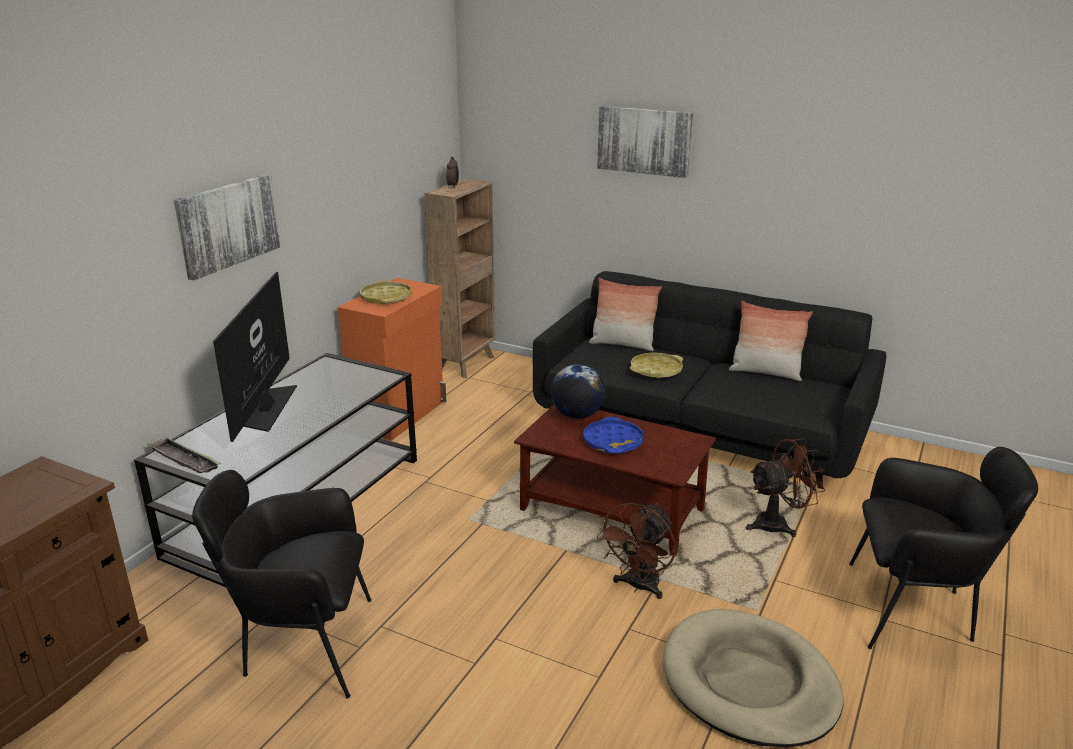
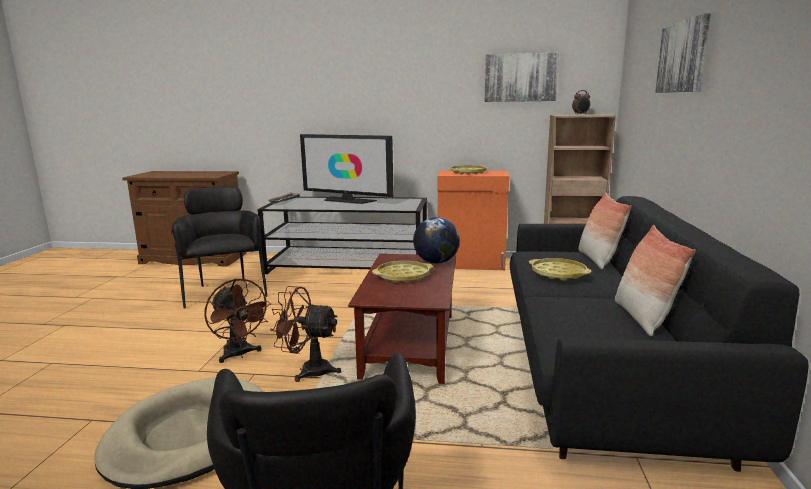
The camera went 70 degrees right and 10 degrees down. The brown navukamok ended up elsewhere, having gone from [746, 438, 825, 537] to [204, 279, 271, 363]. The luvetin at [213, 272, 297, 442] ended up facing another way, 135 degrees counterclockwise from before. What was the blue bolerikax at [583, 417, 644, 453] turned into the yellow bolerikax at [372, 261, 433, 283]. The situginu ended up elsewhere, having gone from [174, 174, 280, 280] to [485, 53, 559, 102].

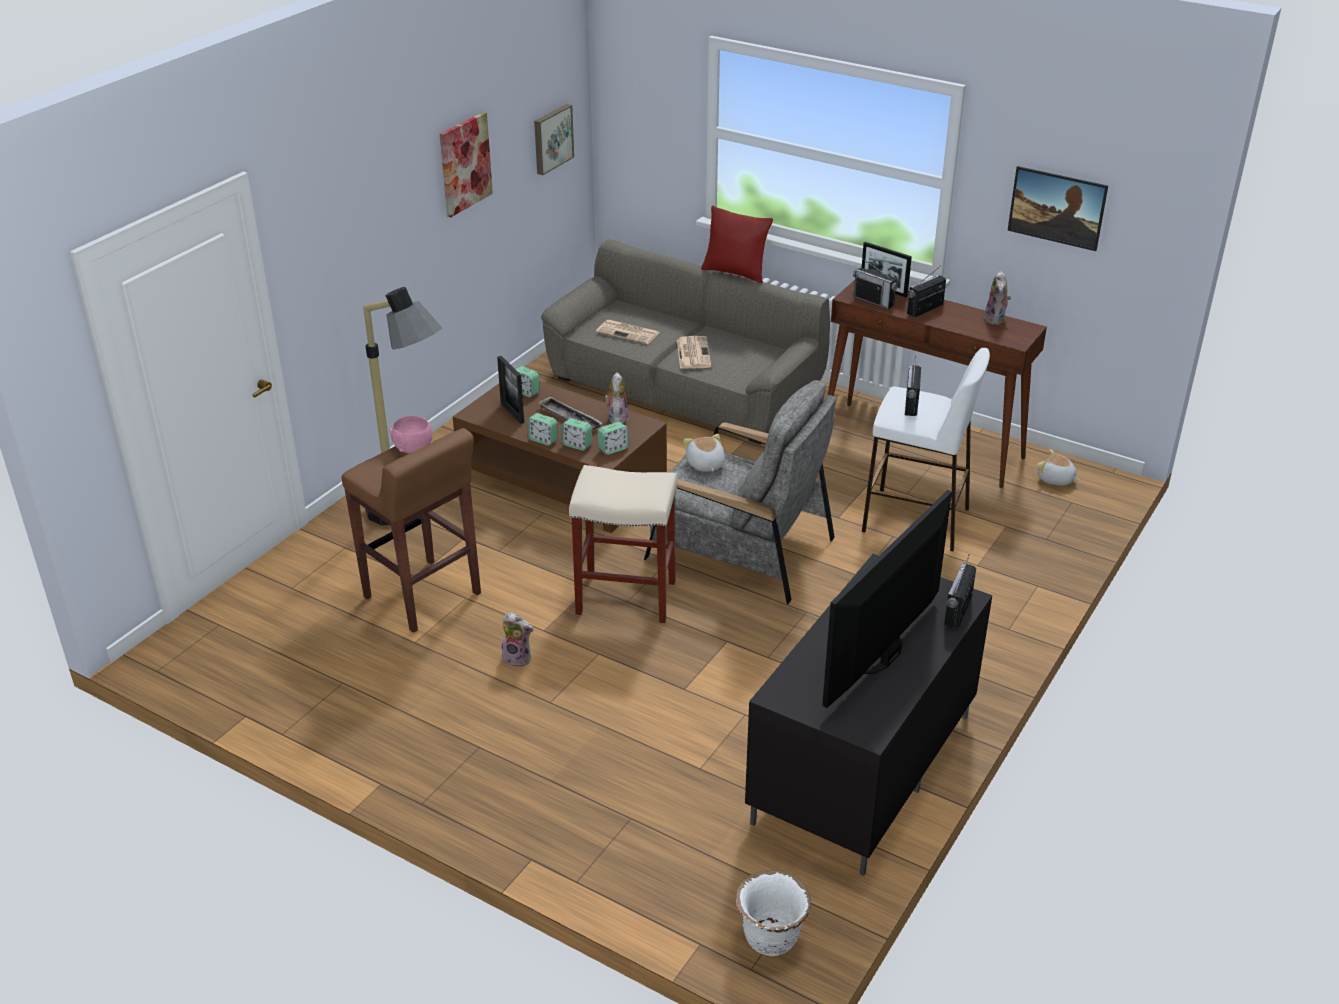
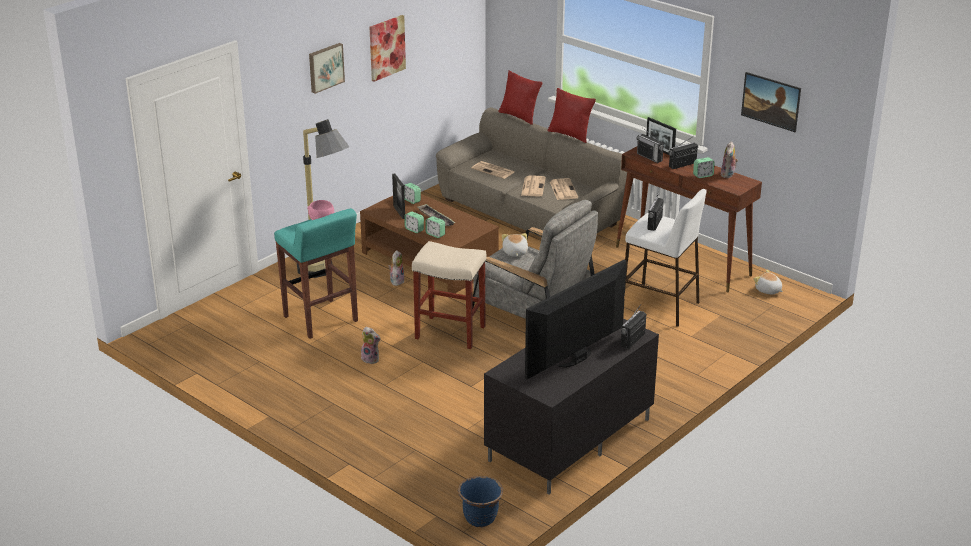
The camera went 10 degrees right and 5 degrees down. What was the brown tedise at [342, 428, 481, 633] turned into the turquoise tedise at [274, 208, 358, 339]. The situginu ended up elsewhere, having gone from [534, 104, 574, 175] to [309, 43, 345, 94]. The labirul ended up elsewhere, having gone from [605, 372, 628, 424] to [388, 250, 405, 286]. What was the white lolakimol at [736, 870, 811, 957] turned into the blue lolakimol at [458, 476, 503, 527]. The second view gained the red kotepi at [499, 71, 543, 125]. The second view gained the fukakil at [550, 178, 578, 200]. The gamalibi ended up elsewhere, having gone from [598, 422, 629, 455] to [693, 157, 715, 178].

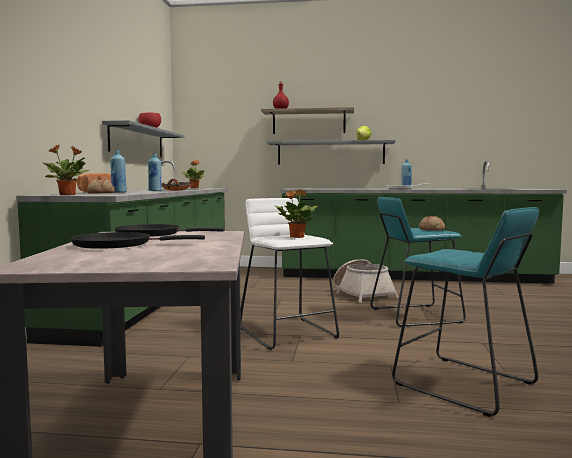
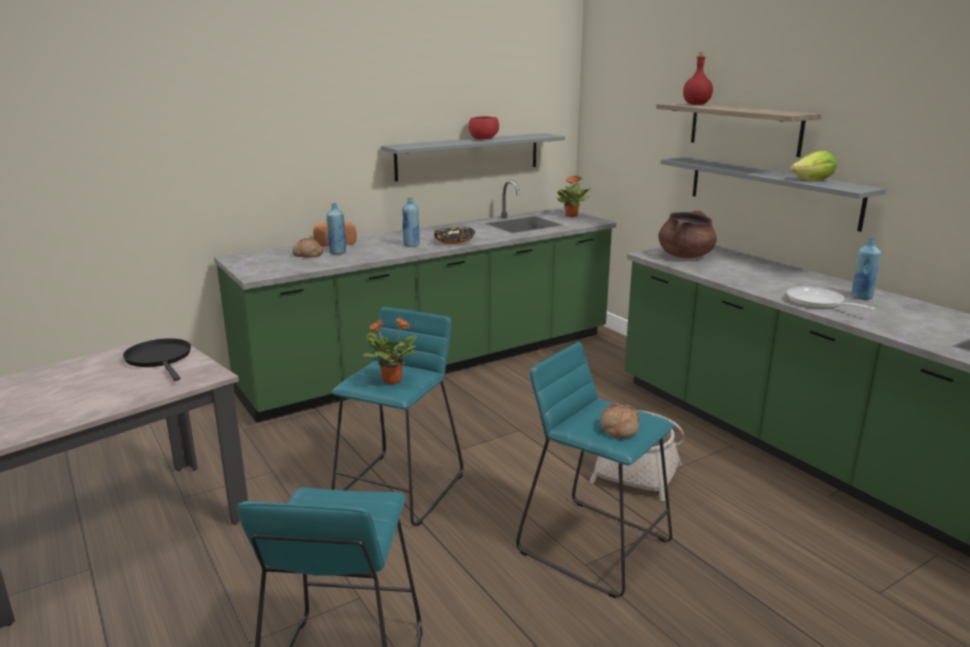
The camera went 50 degrees right and 15 degrees up. What was the white tedise at [241, 198, 339, 350] turned into the turquoise tedise at [331, 307, 464, 526]. The second view gained the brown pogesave at [658, 211, 717, 258]. The second view lost the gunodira at [43, 145, 89, 195]. The second view lost the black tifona at [71, 232, 205, 249].

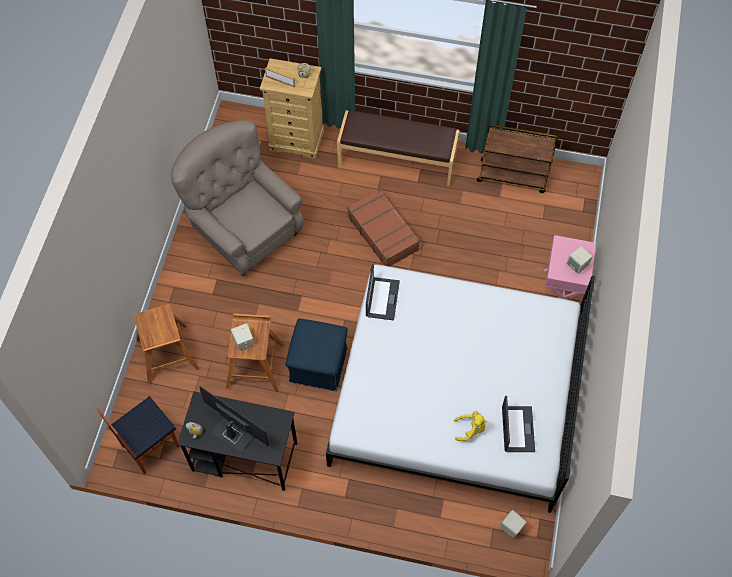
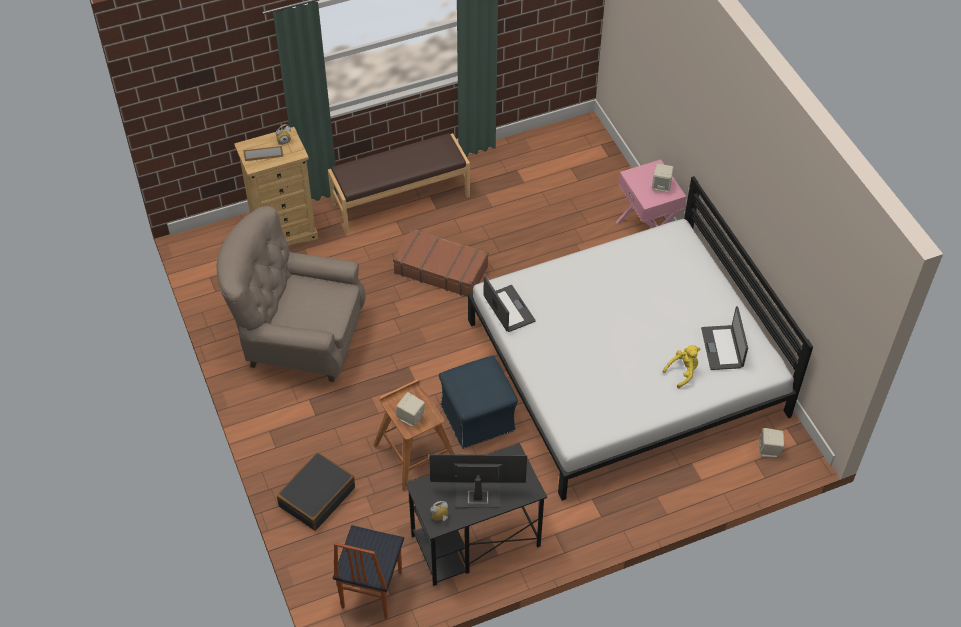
The camera went 35 degrees left and 10 degrees down. Where the brown tedise stood at [134, 304, 199, 385], the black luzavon came to stand at [277, 452, 355, 531]. The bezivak at [502, 396, 535, 452] ended up facing another way, 150 degrees counterclockwise from before. The second view lost the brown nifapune at [477, 124, 558, 193].

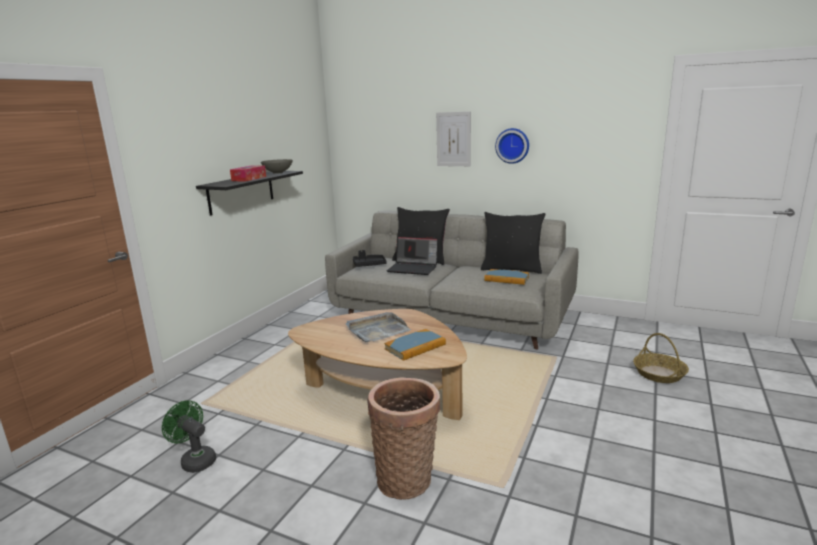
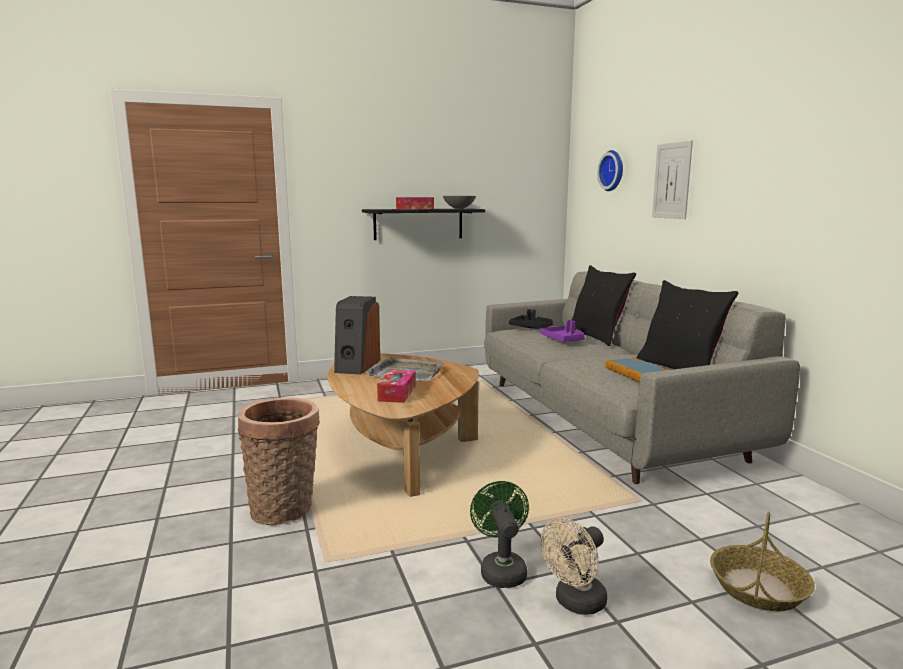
The camera went 45 degrees right and 5 degrees down. The second view gained the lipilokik at [334, 296, 380, 375]. Where the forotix stood at [384, 329, 446, 361], the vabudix came to stand at [377, 370, 415, 403]. The green navukamok ended up elsewhere, having gone from [162, 400, 216, 473] to [470, 481, 529, 588]. Where the bezivak stood at [387, 236, 438, 275], the purple bolerikax came to stand at [540, 320, 585, 342]. The second view gained the beige navukamok at [540, 518, 607, 615]. The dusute ended up elsewhere, having gone from [495, 128, 529, 164] to [597, 150, 623, 191].

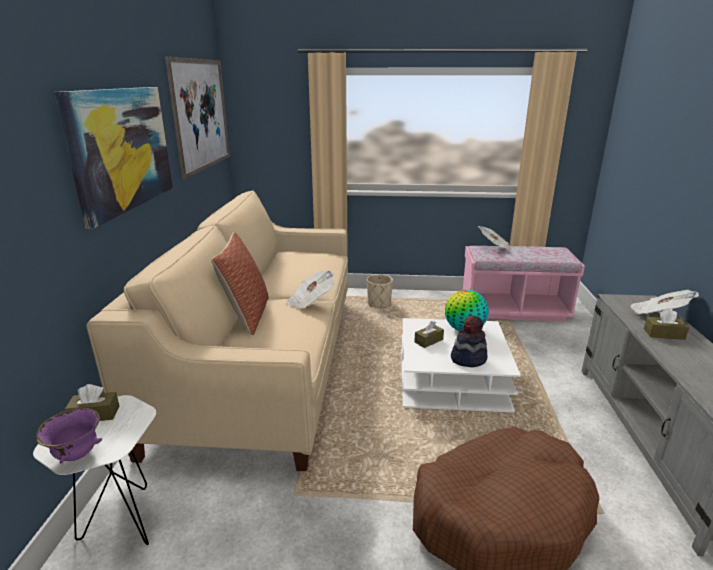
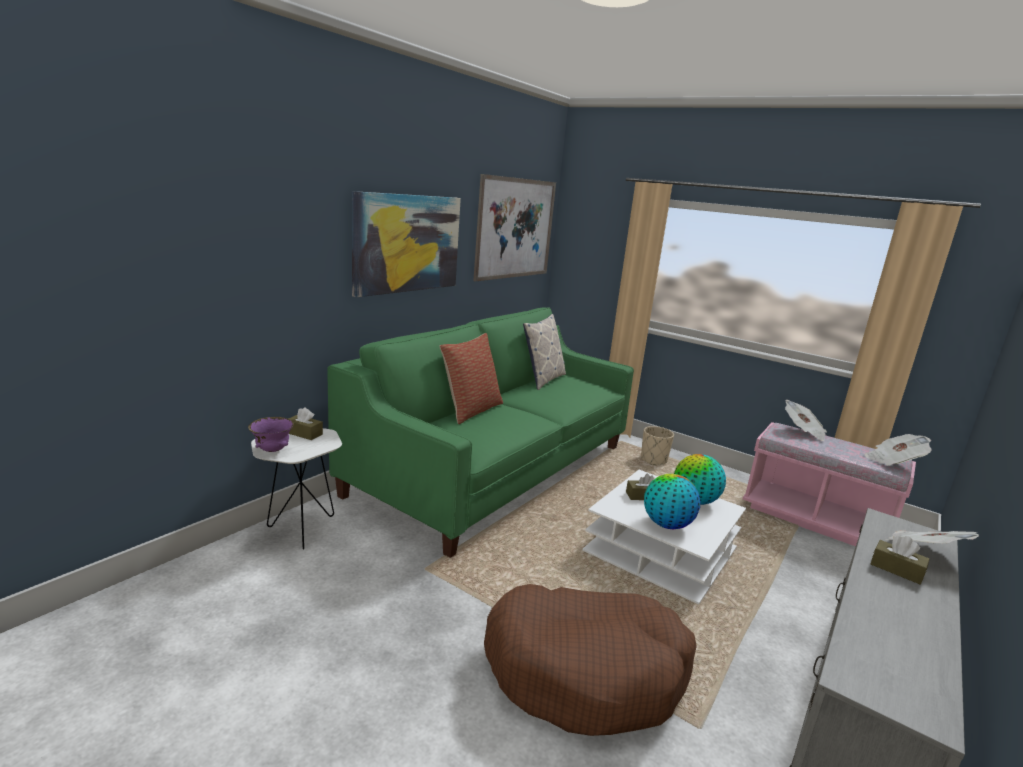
The camera went 30 degrees right and 5 degrees down. What was the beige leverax at [86, 190, 348, 471] turned into the green leverax at [327, 307, 634, 558]. The second view gained the kotepi at [523, 314, 566, 390]. Where the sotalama stood at [451, 316, 488, 367], the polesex came to stand at [644, 474, 701, 529]. The fukakil ended up elsewhere, having gone from [286, 270, 335, 309] to [865, 434, 932, 466].

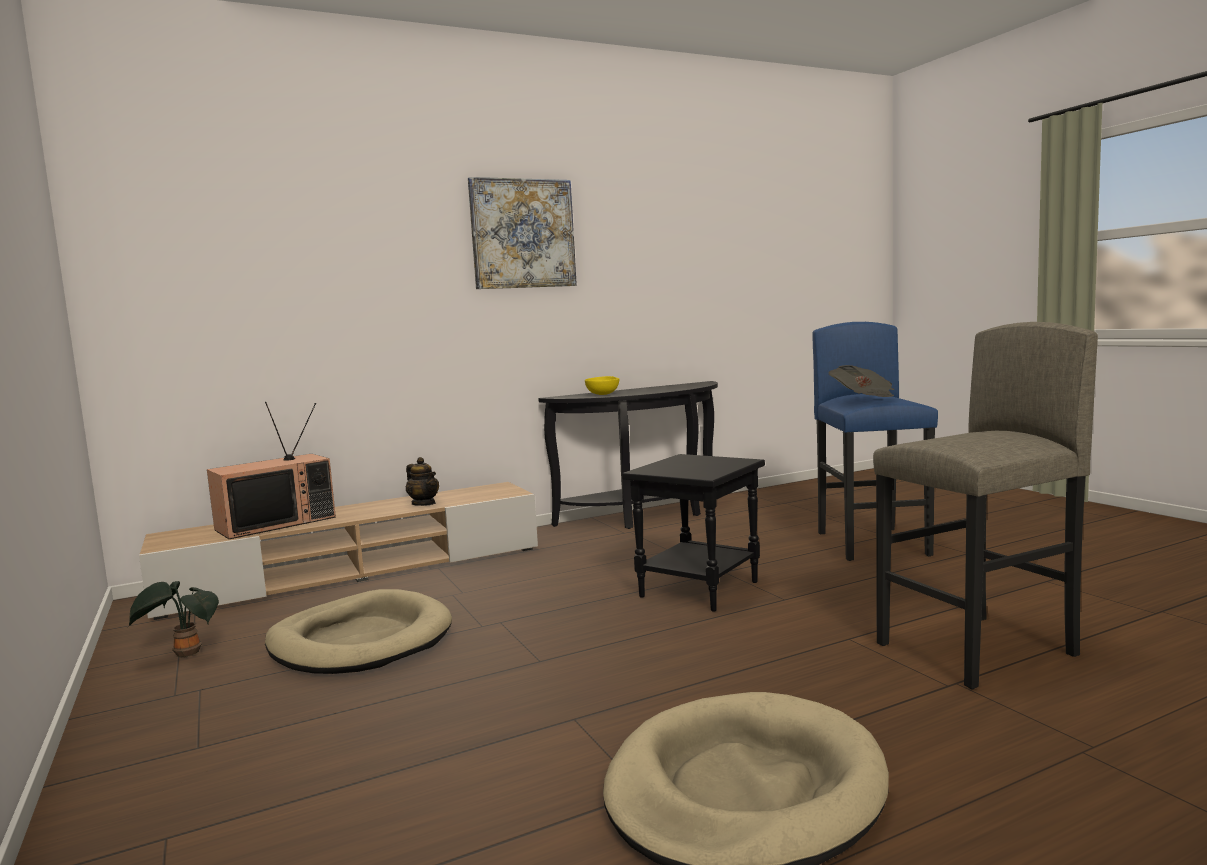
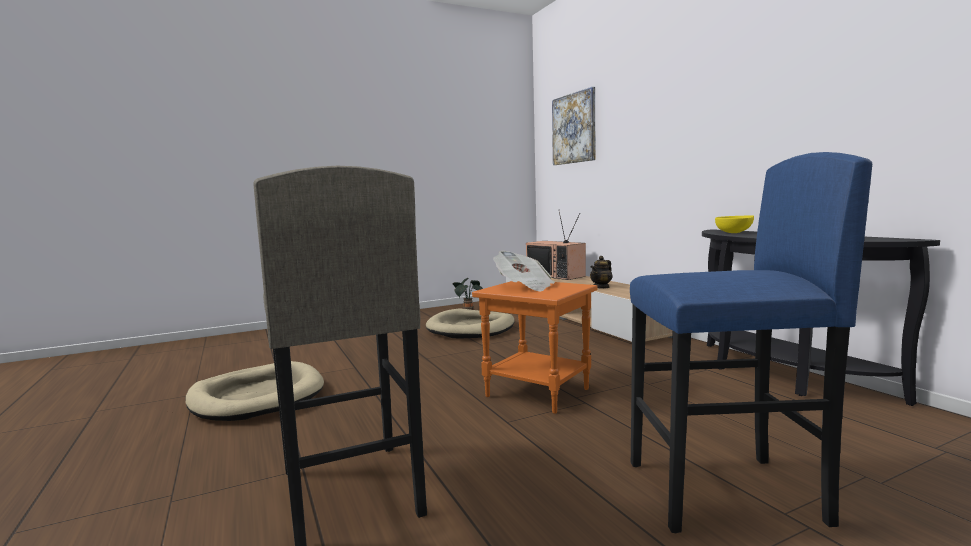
The camera went 90 degrees right and 0 degrees up. What was the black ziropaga at [622, 454, 765, 612] turned into the orange ziropaga at [472, 281, 597, 414]. The fukakil ended up elsewhere, having gone from [829, 365, 895, 397] to [493, 251, 555, 292]. The situginu ended up elsewhere, having gone from [468, 177, 577, 289] to [552, 87, 595, 165].

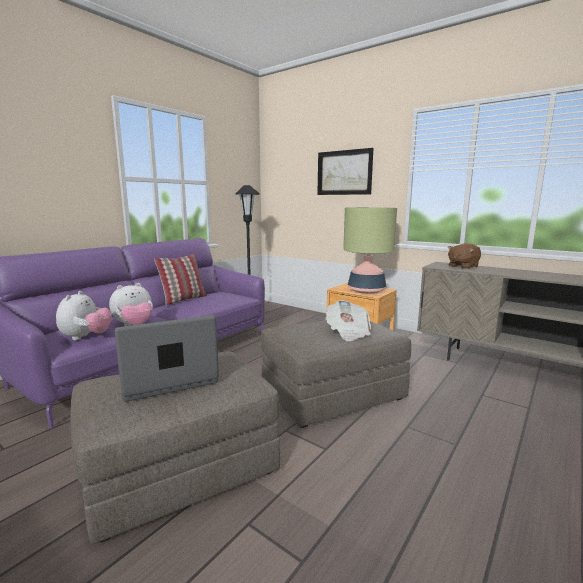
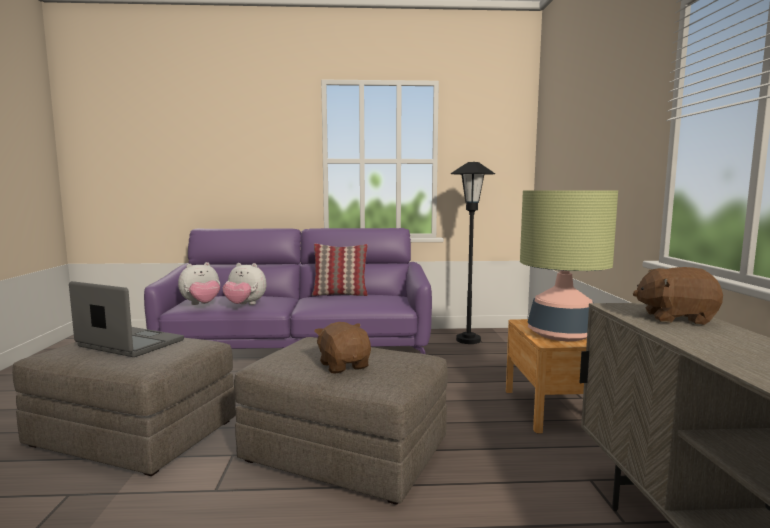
The camera went 50 degrees right and 5 degrees down. Where the fukakil stood at [325, 300, 371, 341], the brown labirul came to stand at [315, 322, 371, 373]. The second view lost the situginu at [317, 148, 373, 195].

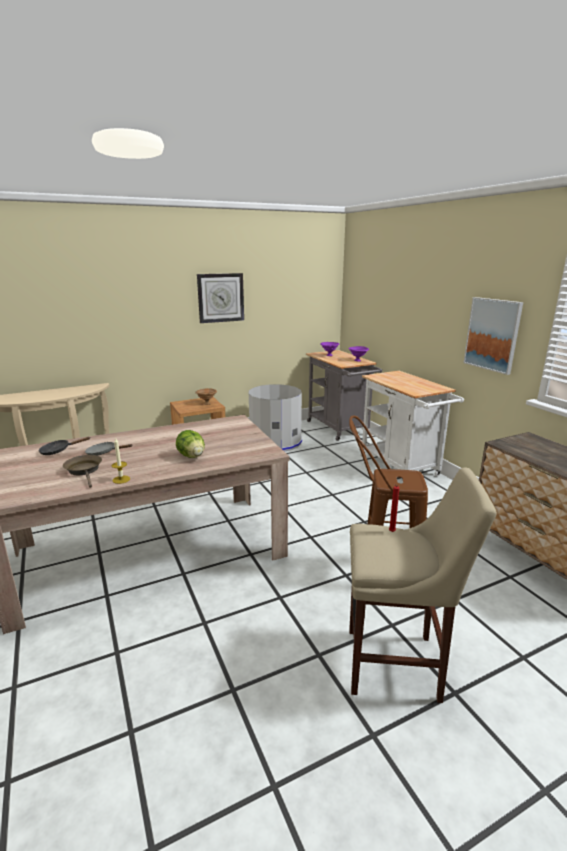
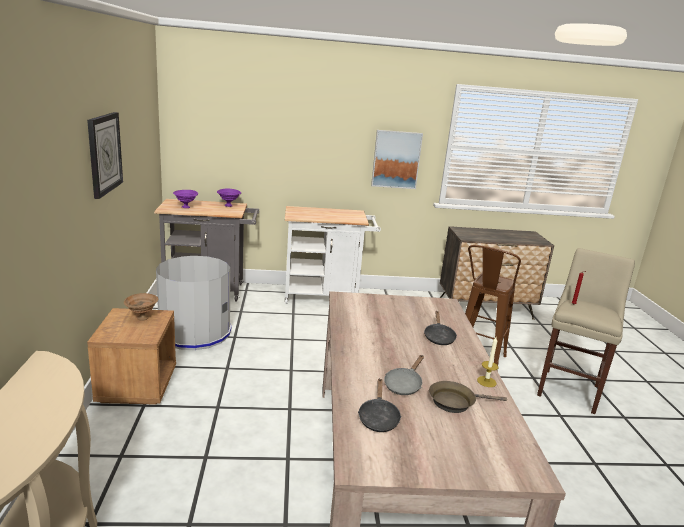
The camera went 70 degrees left and 0 degrees up. Where the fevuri stood at [176, 430, 205, 458], the black tifona came to stand at [424, 311, 457, 345].

